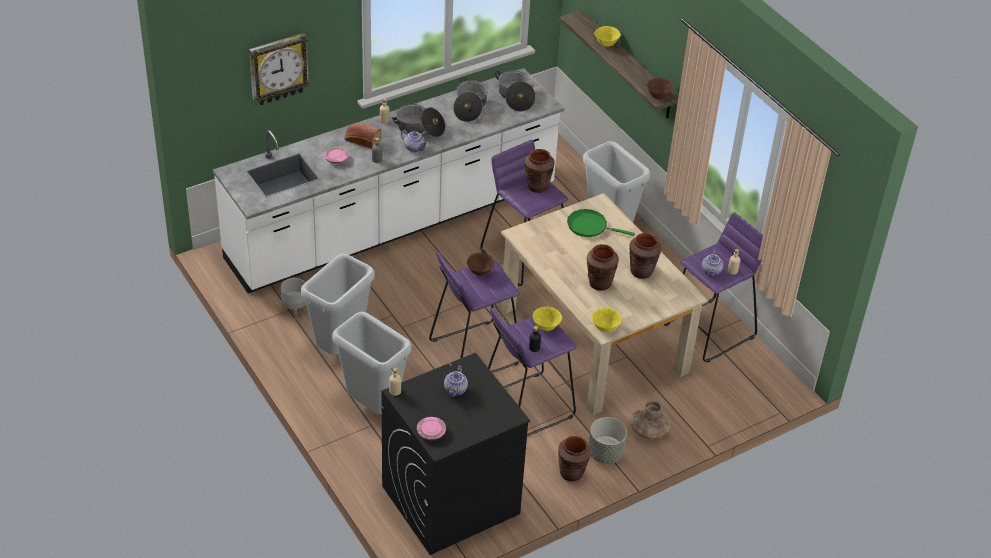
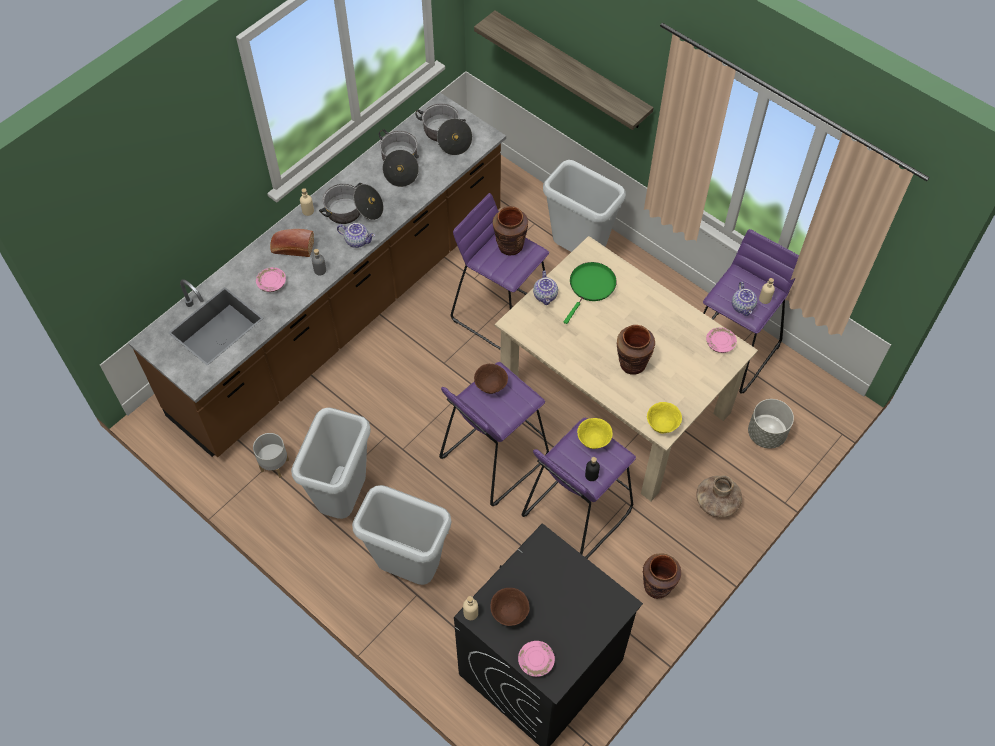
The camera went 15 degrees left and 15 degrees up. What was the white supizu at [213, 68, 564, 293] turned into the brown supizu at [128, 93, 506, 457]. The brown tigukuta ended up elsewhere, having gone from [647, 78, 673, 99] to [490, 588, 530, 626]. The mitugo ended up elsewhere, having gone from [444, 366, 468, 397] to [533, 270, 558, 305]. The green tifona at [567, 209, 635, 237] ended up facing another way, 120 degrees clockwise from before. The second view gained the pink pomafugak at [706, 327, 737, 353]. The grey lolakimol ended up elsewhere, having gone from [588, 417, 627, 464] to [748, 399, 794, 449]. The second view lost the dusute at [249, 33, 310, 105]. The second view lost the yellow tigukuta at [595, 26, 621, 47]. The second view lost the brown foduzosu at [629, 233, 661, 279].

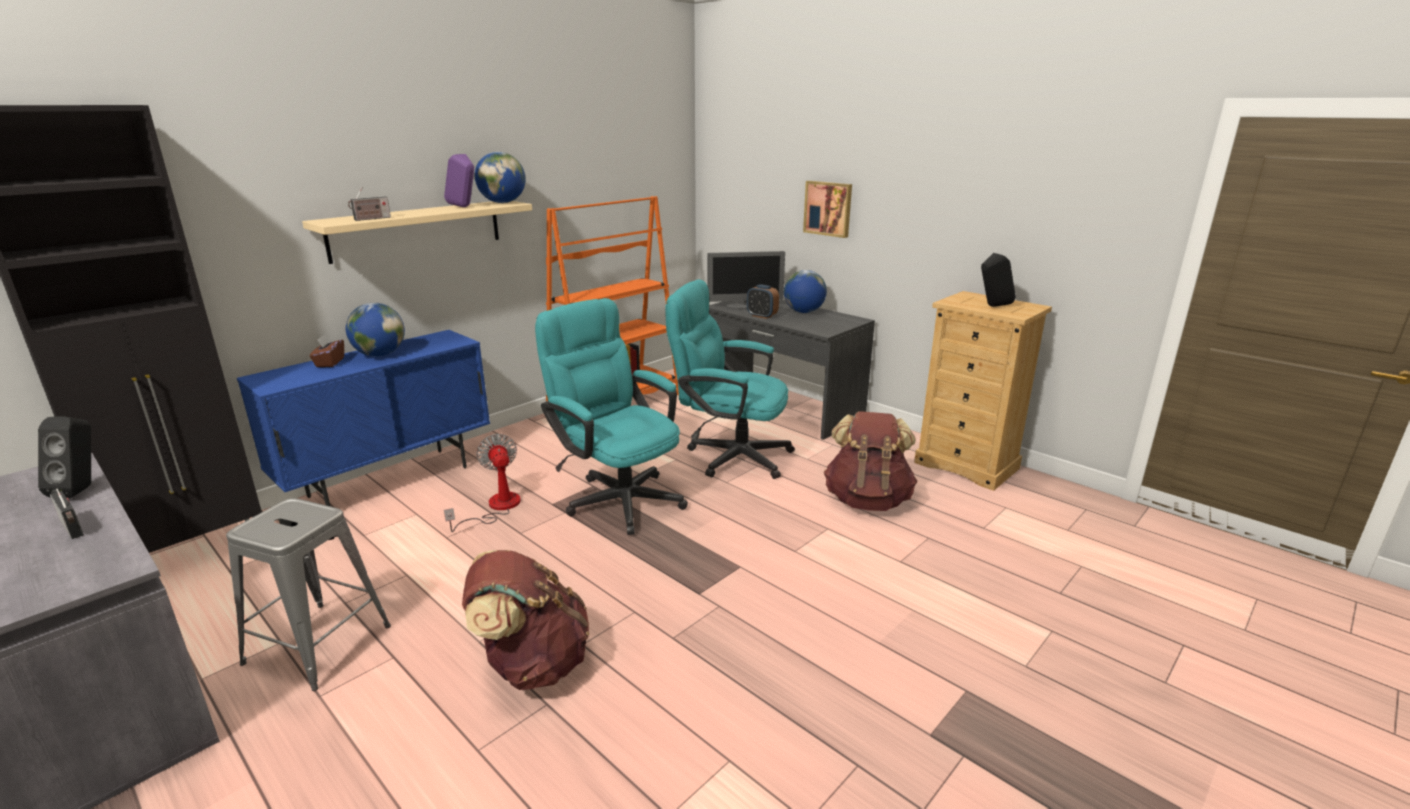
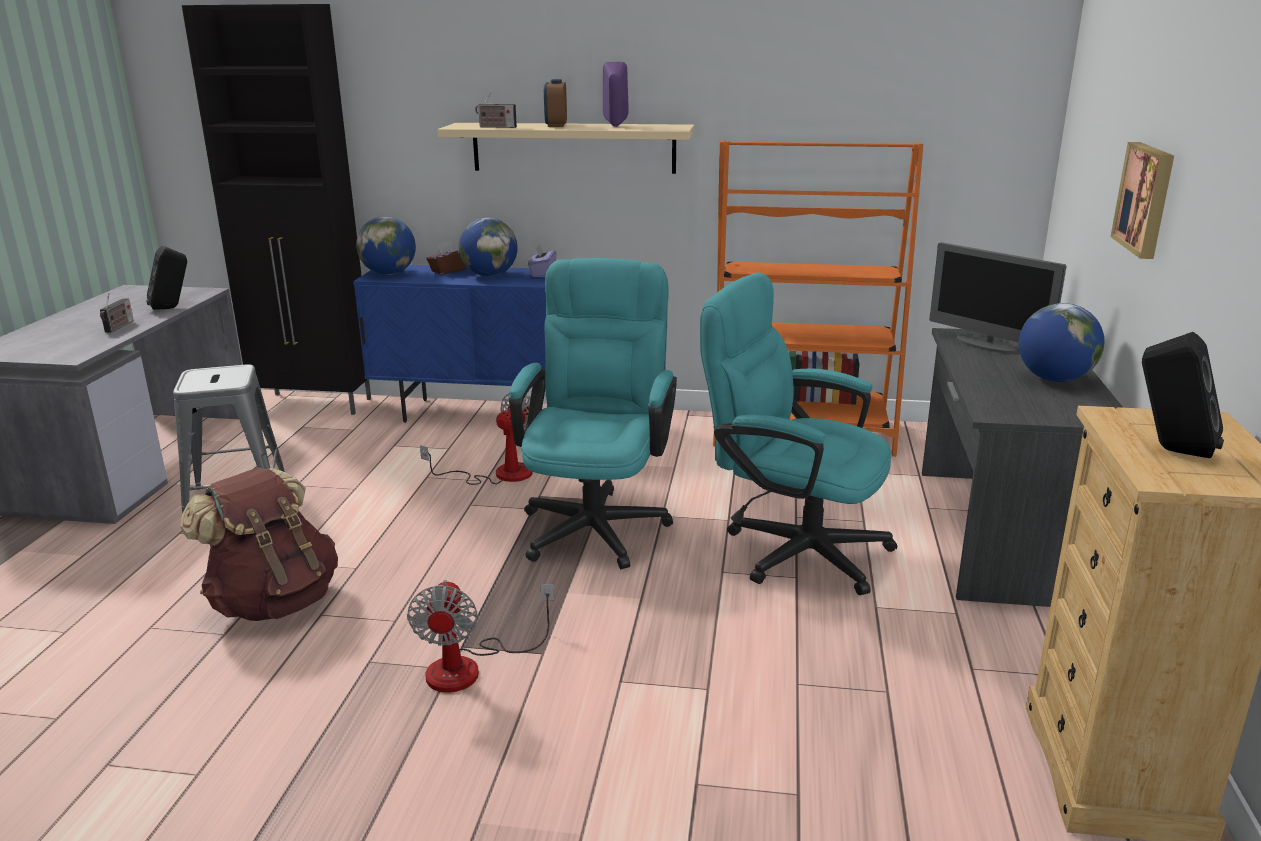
The camera went 55 degrees right and 0 degrees up. The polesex ended up elsewhere, having gone from [475, 152, 526, 203] to [356, 216, 416, 275]. The second view gained the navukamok at [407, 580, 554, 692]. The second view gained the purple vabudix at [528, 245, 556, 277]. The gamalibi ended up elsewhere, having gone from [747, 284, 779, 319] to [544, 79, 567, 127]. The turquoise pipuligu at [665, 279, 795, 479] ended up facing another way, 45 degrees counterclockwise from before. The second view lost the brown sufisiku at [824, 411, 917, 511].

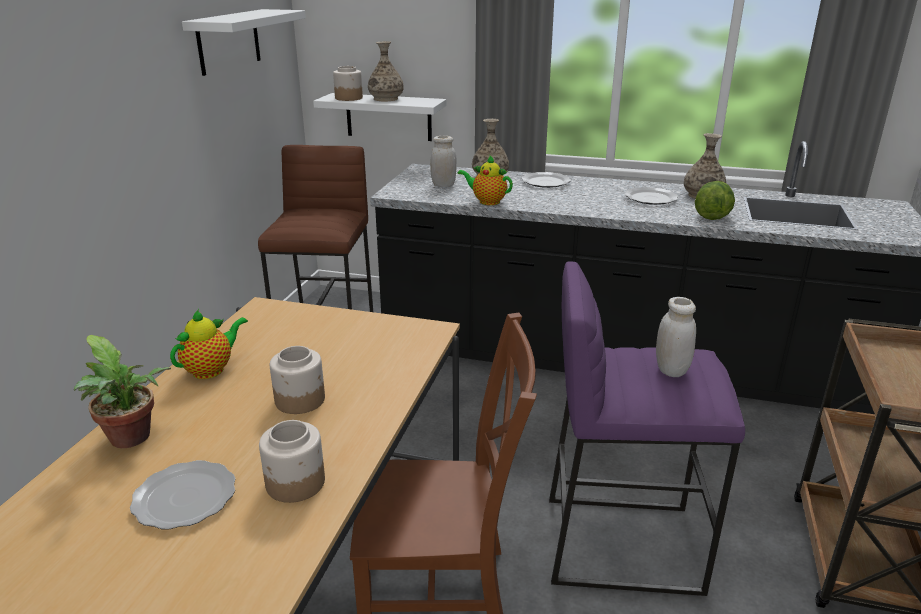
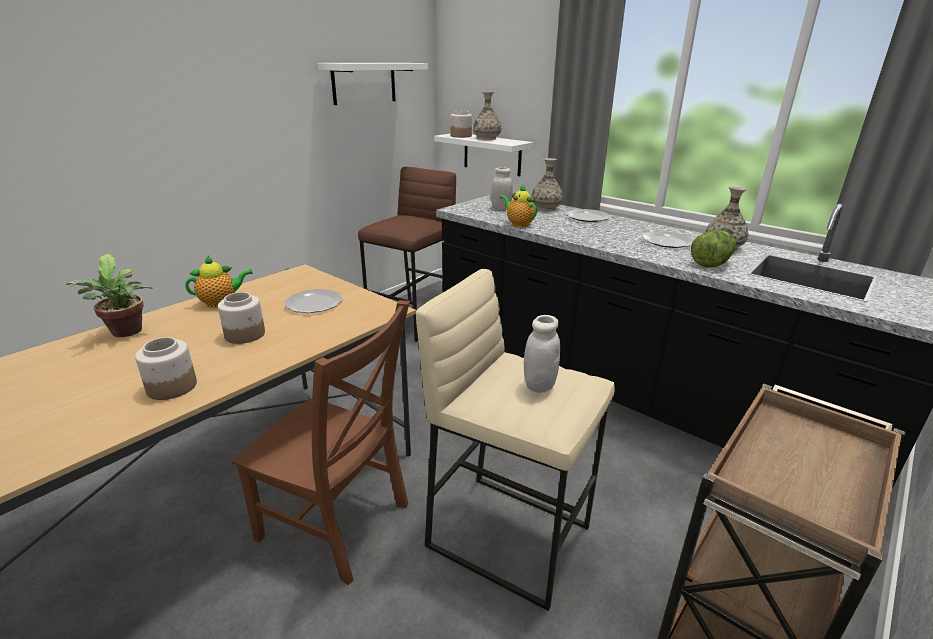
The camera went 25 degrees right and 0 degrees up. The pomafugak ended up elsewhere, having gone from [130, 460, 235, 529] to [285, 289, 343, 313]. What was the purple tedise at [549, 261, 745, 596] turned into the beige tedise at [416, 269, 615, 611].

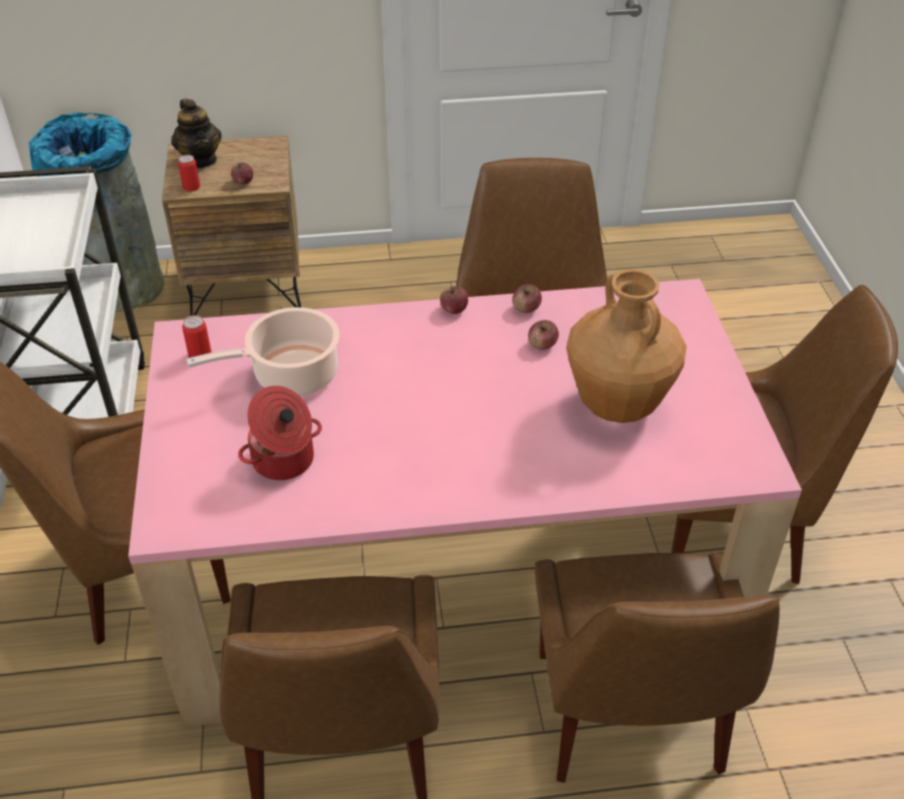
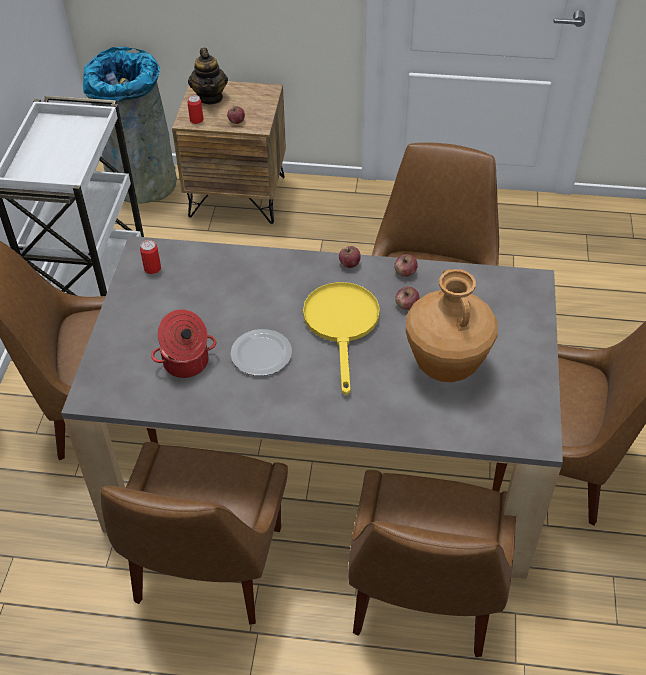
The camera went 15 degrees right and 5 degrees up. What was the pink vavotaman at [128, 279, 802, 727] turned into the grey vavotaman at [61, 236, 563, 579]. The second view gained the pomafugak at [231, 329, 292, 376]. The second view gained the yellow tifona at [303, 282, 380, 395]. The second view lost the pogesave at [186, 307, 339, 396].

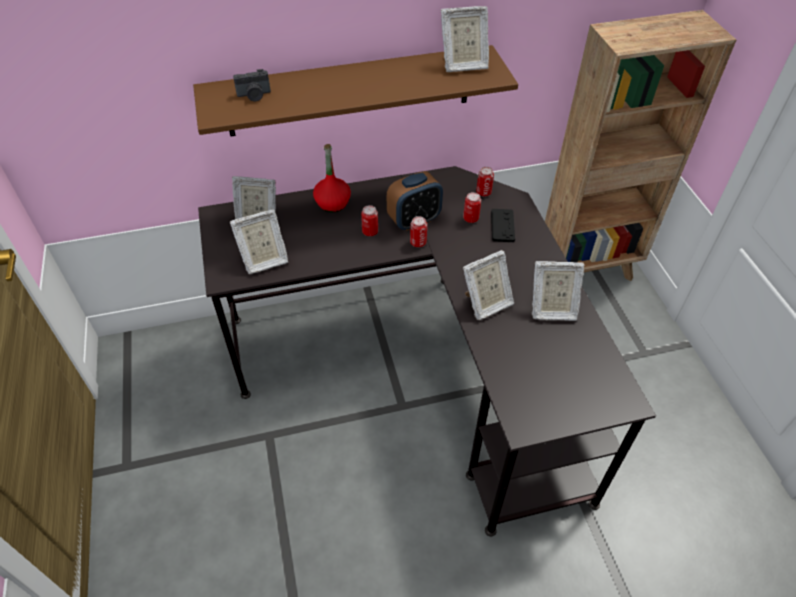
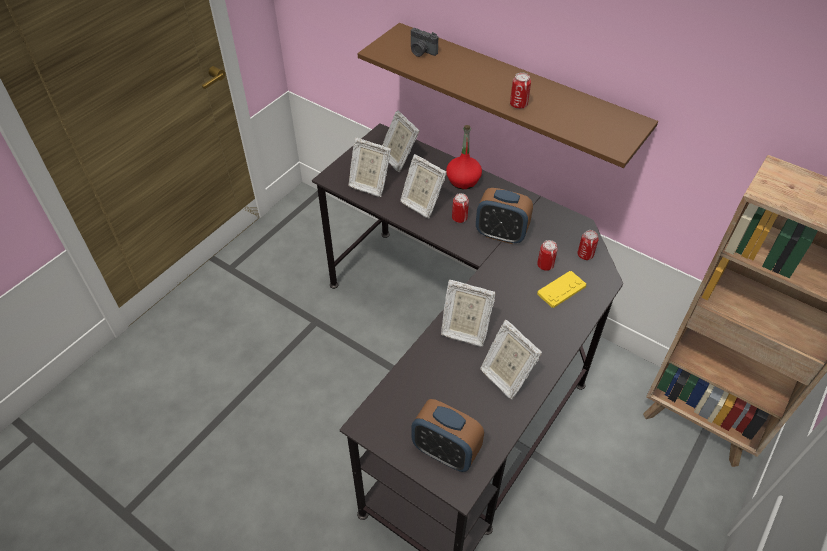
The camera went 50 degrees right and 0 degrees up. The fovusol ended up elsewhere, having gone from [441, 6, 489, 72] to [400, 154, 447, 218]. The second view gained the gamalibi at [411, 399, 484, 472]. The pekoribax ended up elsewhere, having gone from [410, 216, 427, 247] to [510, 72, 531, 109]. What was the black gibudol at [491, 209, 515, 242] turned into the yellow gibudol at [537, 271, 586, 308].

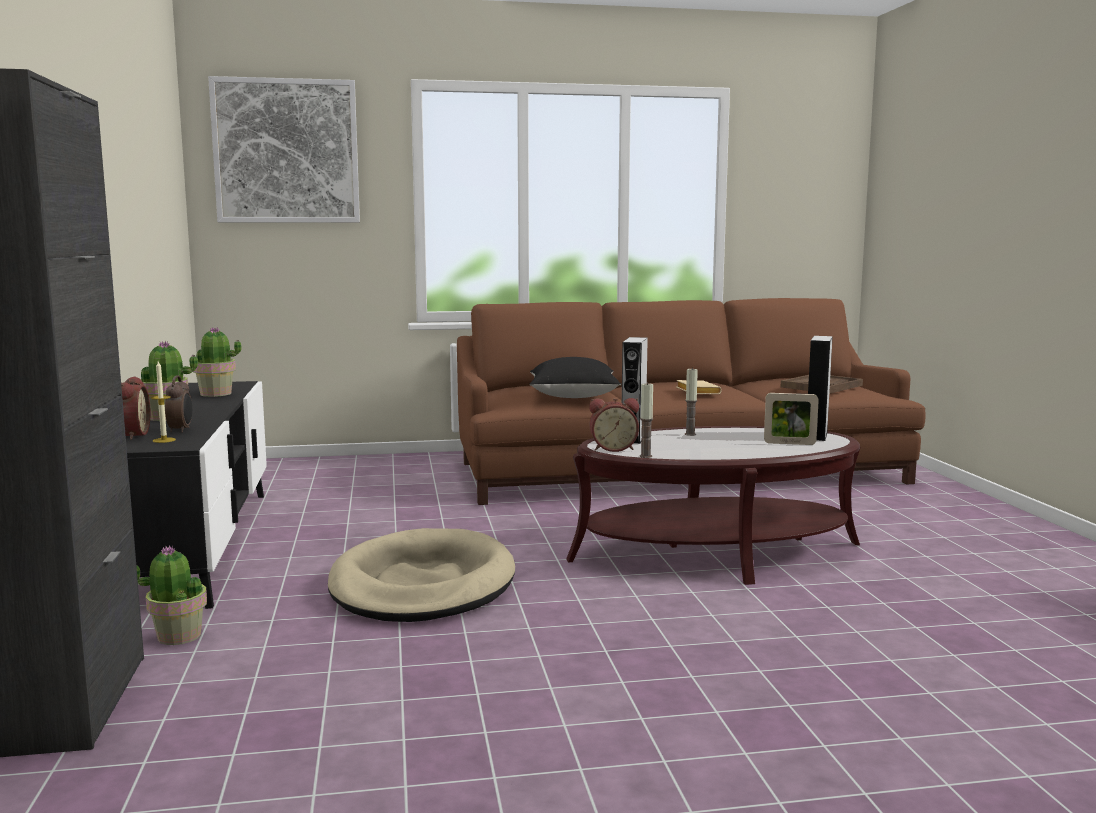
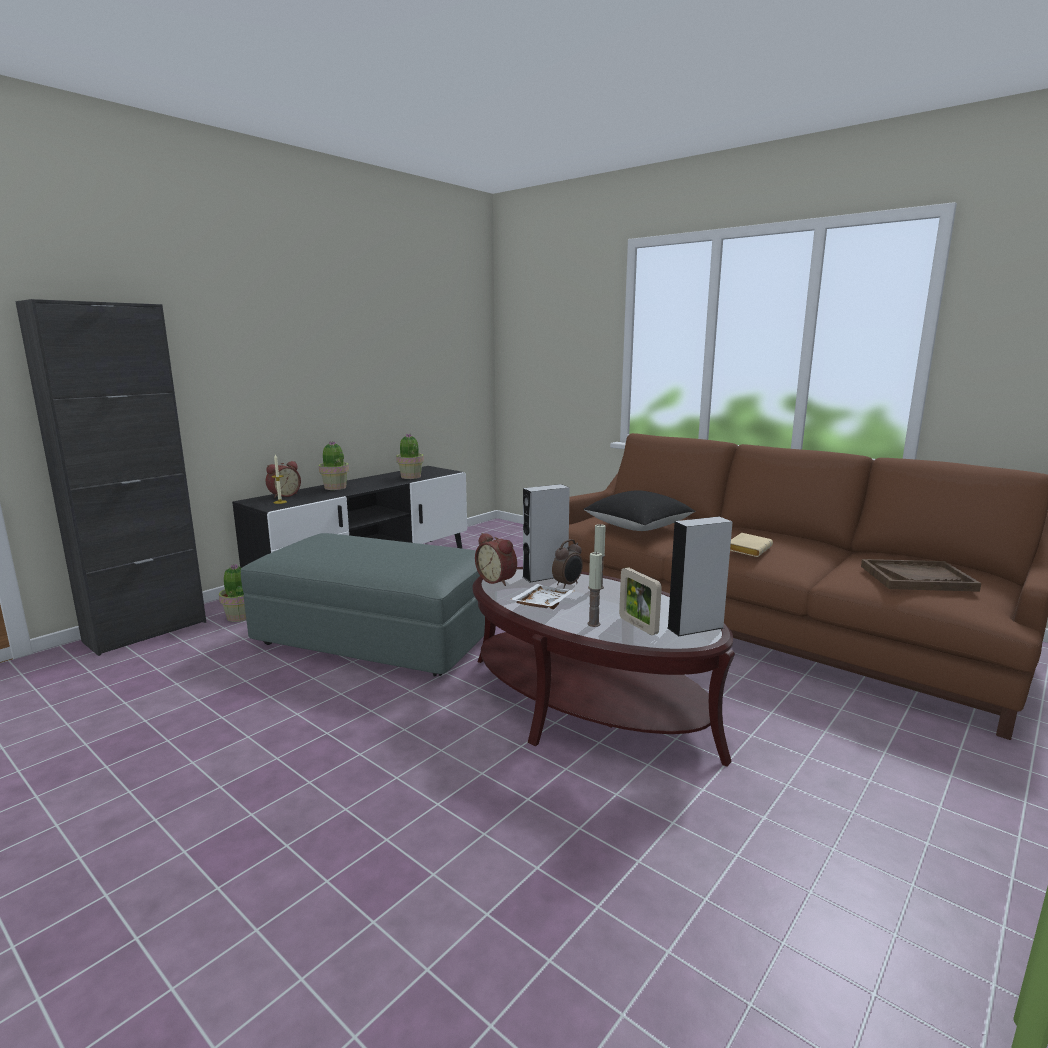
The camera went 50 degrees right and 5 degrees up. Where the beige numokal stood at [328, 528, 515, 622], the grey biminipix came to stand at [240, 533, 485, 677]. The second view gained the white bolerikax at [510, 584, 574, 609]. The gamalibi ended up elsewhere, having gone from [165, 375, 192, 433] to [552, 539, 583, 588]. The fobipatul ended up elsewhere, having gone from [640, 382, 653, 458] to [587, 552, 602, 627]. The second view lost the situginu at [208, 76, 360, 223].

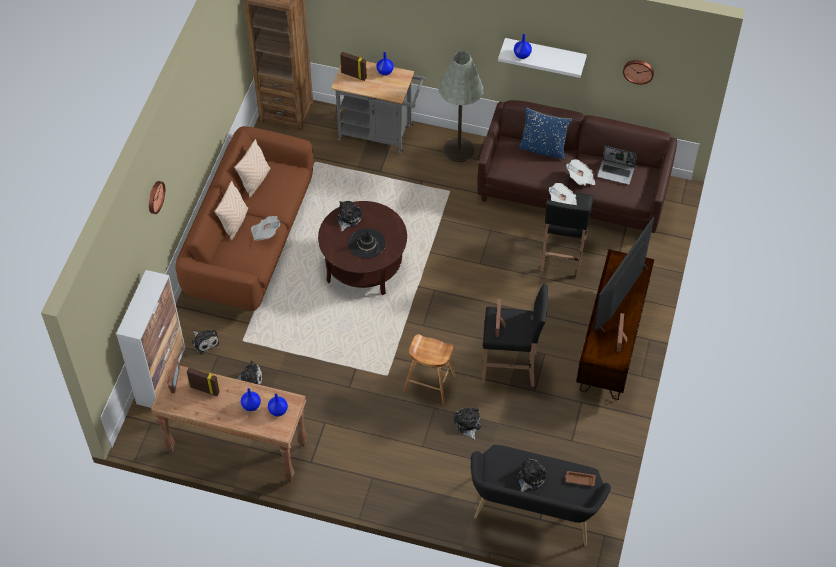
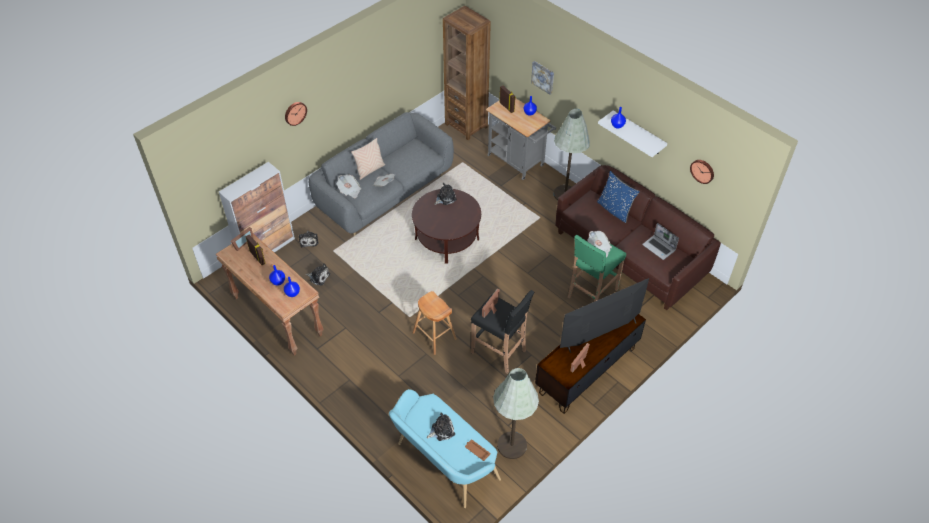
The camera went 30 degrees right and 5 degrees down. What was the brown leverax at [176, 126, 313, 311] turned into the grey leverax at [309, 112, 454, 236]. The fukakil ended up elsewhere, having gone from [566, 159, 595, 186] to [337, 174, 361, 198]. What was the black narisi at [471, 445, 611, 546] turned into the turquoise narisi at [389, 389, 501, 508]. The second view gained the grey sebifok at [493, 368, 539, 459]. The second view gained the situginu at [531, 61, 554, 95]. What was the black tedise at [540, 192, 594, 278] turned into the green tedise at [568, 235, 626, 302]. The second view lost the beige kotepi at [234, 139, 270, 198]. The second view lost the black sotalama at [348, 228, 386, 258]. The second view lost the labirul at [454, 408, 481, 440].

